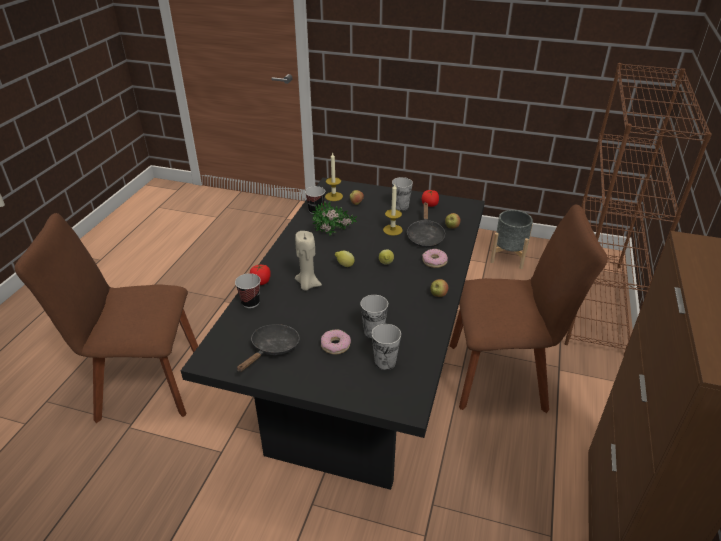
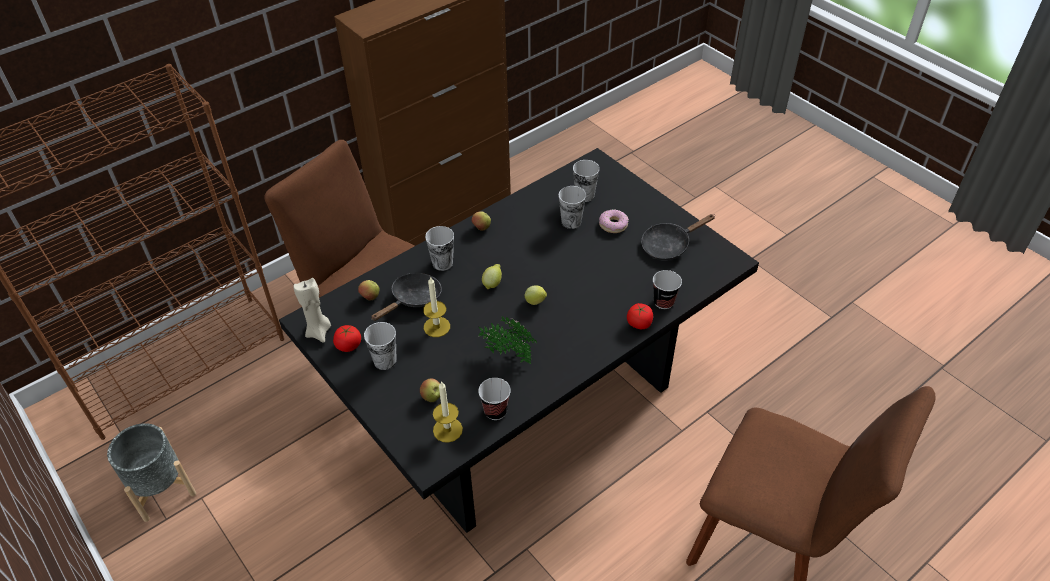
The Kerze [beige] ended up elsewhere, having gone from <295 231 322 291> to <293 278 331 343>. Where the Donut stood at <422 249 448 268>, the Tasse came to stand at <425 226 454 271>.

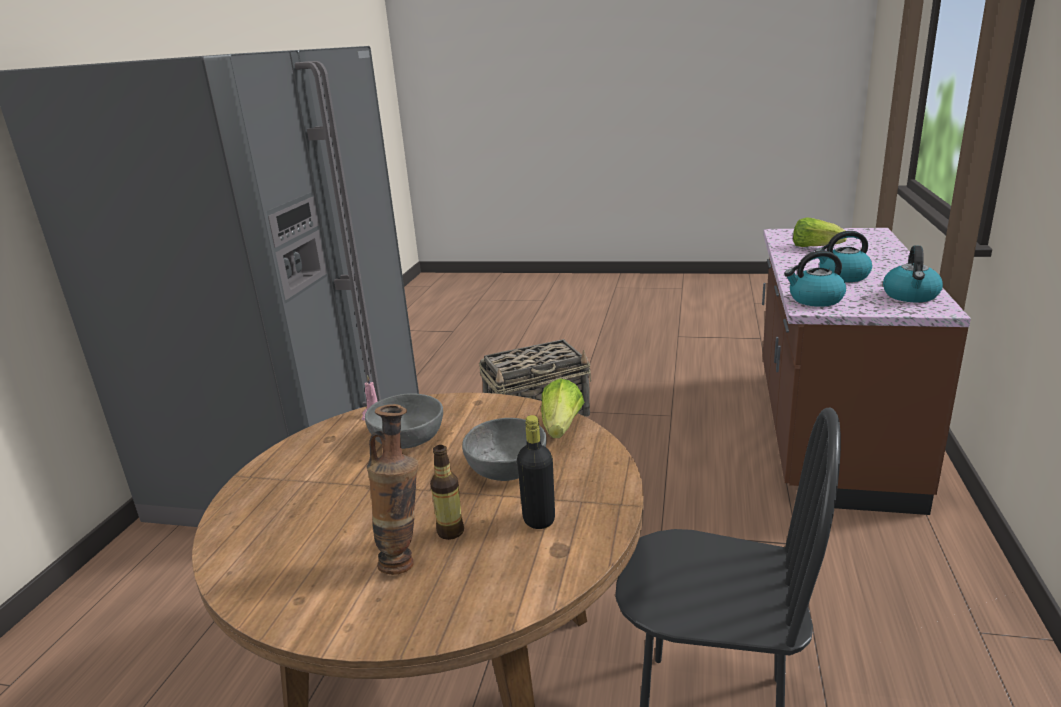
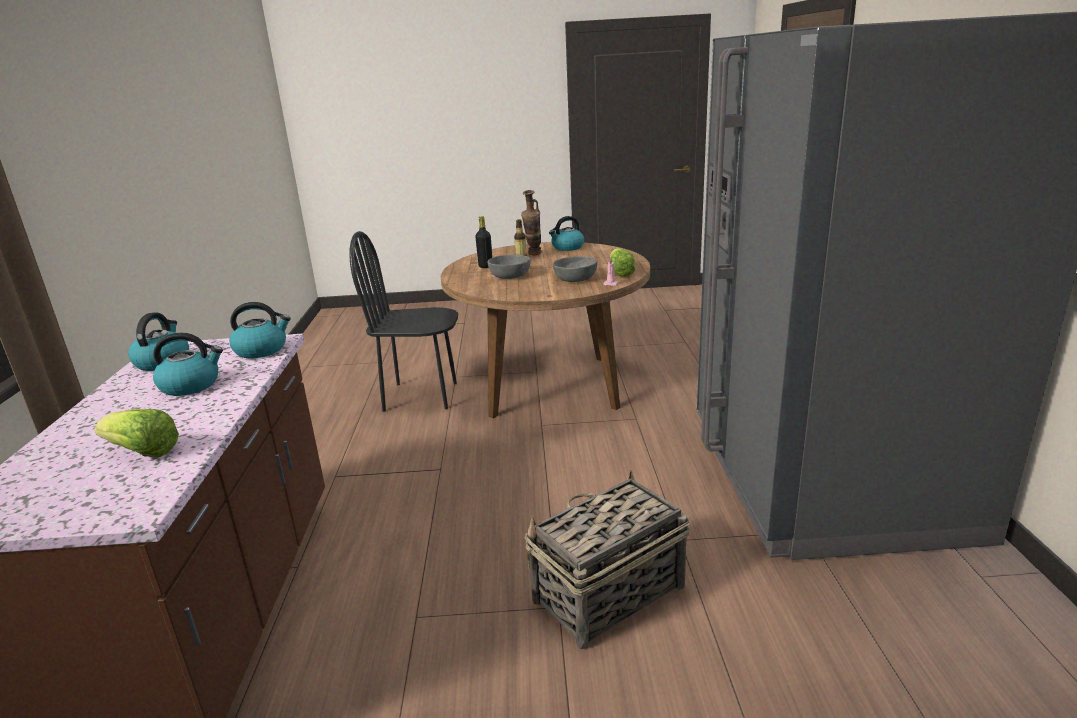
The second view gained the Wasserkessel at <549 216 584 251>. The Salatkopf ended up elsewhere, having gone from <541 378 584 438> to <610 248 635 277>.

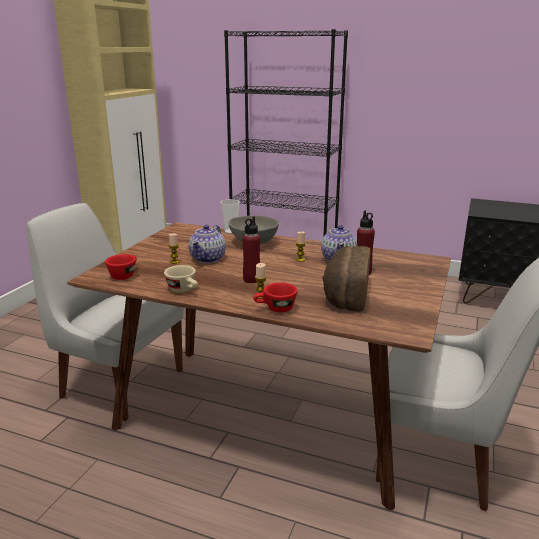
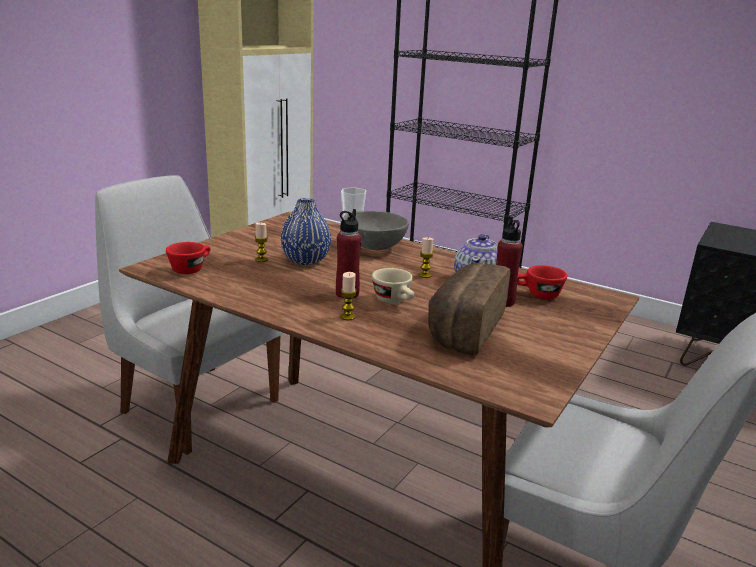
The Tasse [beige] ended up elsewhere, having gone from <164 265 198 292> to <372 268 414 304>. The Tasse [rot] ended up elsewhere, having gone from <253 282 298 313> to <517 265 567 299>. Where the Teekanne stood at <189 225 226 263>, the Vase [blau] came to stand at <281 198 331 265>.

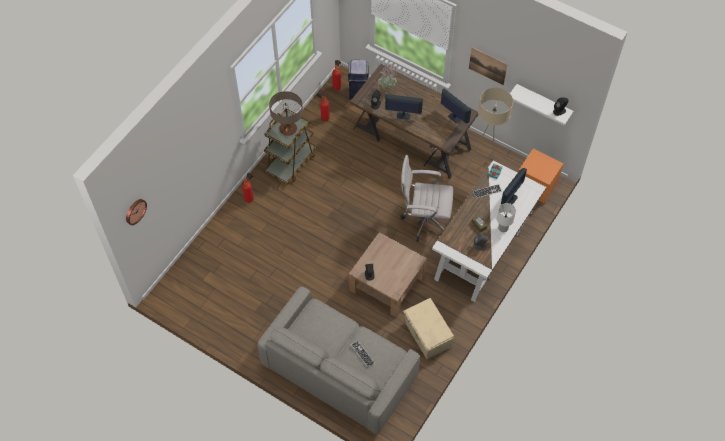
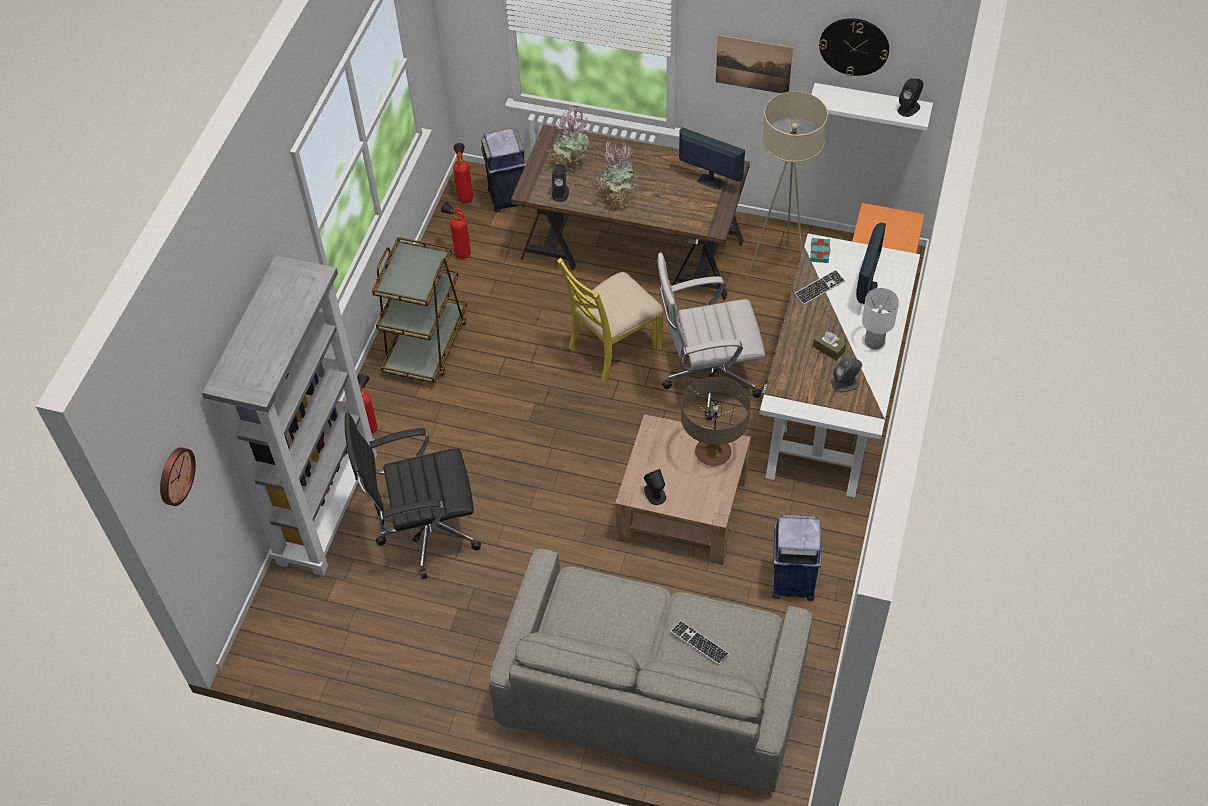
The second view gained the Bücherregal [grau] at <202 255 377 576>. The second view gained the Bürostuhl [schwarz] at <345 413 481 579>. The second view gained the Stuhl [gelb] at <557 258 663 382>. The second view gained the Wanduhr at <819 18 889 76>. The Tischlampe ended up elsewhere, having gone from <269 91 303 136> to <681 377 751 466>. Where the Monitor stood at <385 94 423 120>, the Topfpflanze came to stand at <596 139 638 209>. Where the Aufbewahrungsbox [beige] stood at <403 298 454 359>, the Mülleimer [blau] came to stand at <772 515 821 601>.

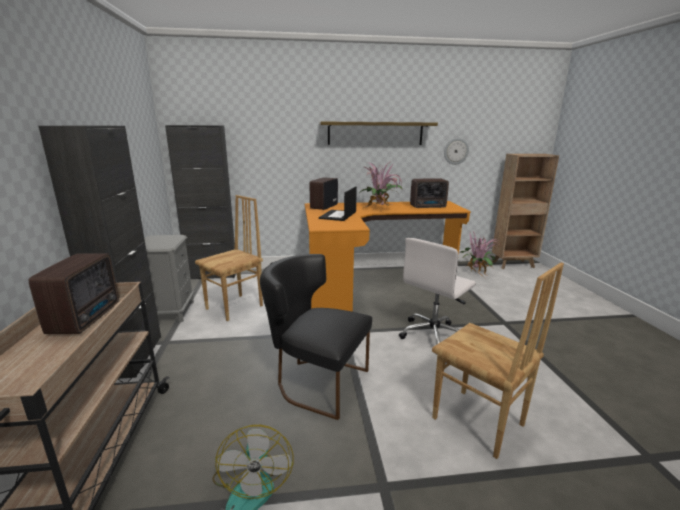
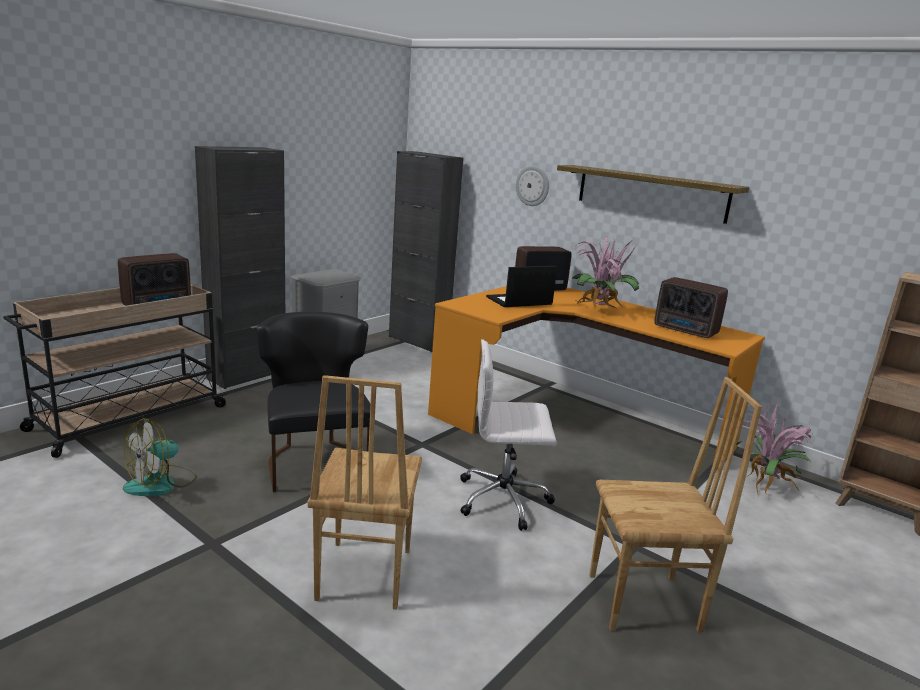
The Stuhl [braun] ended up elsewhere, having gone from <195 195 263 321> to <589 377 762 632>. The Wanduhr ended up elsewhere, having gone from <444 138 469 165> to <516 166 549 206>.

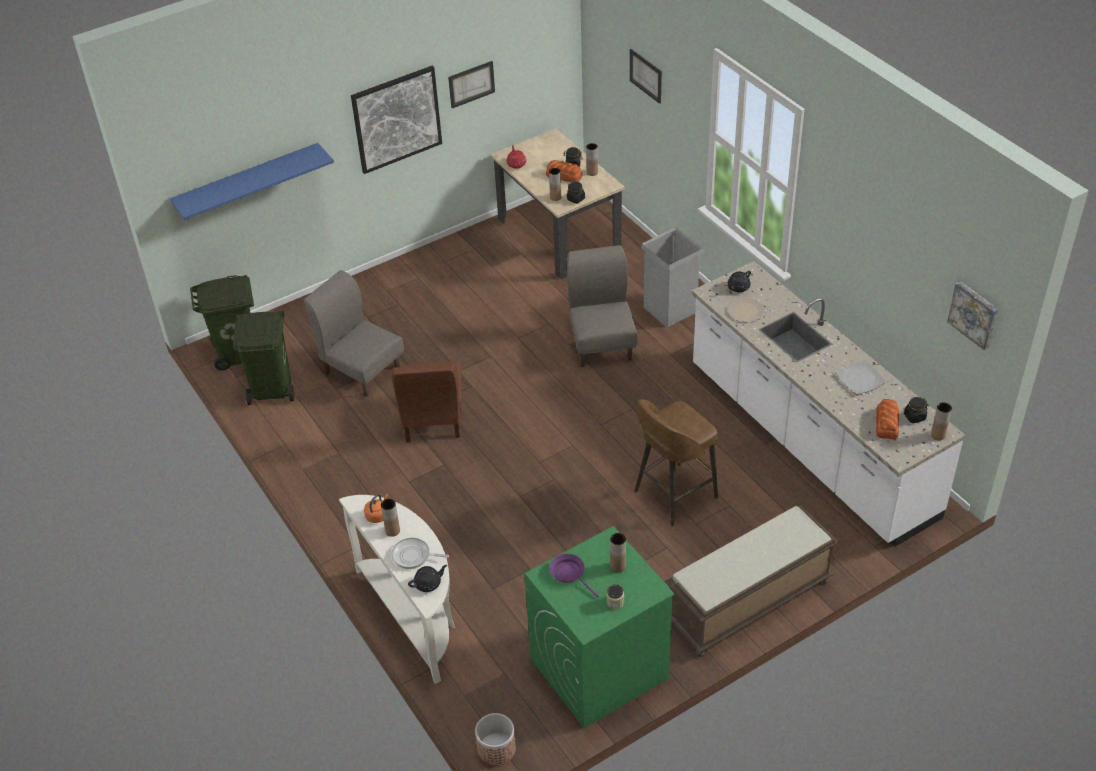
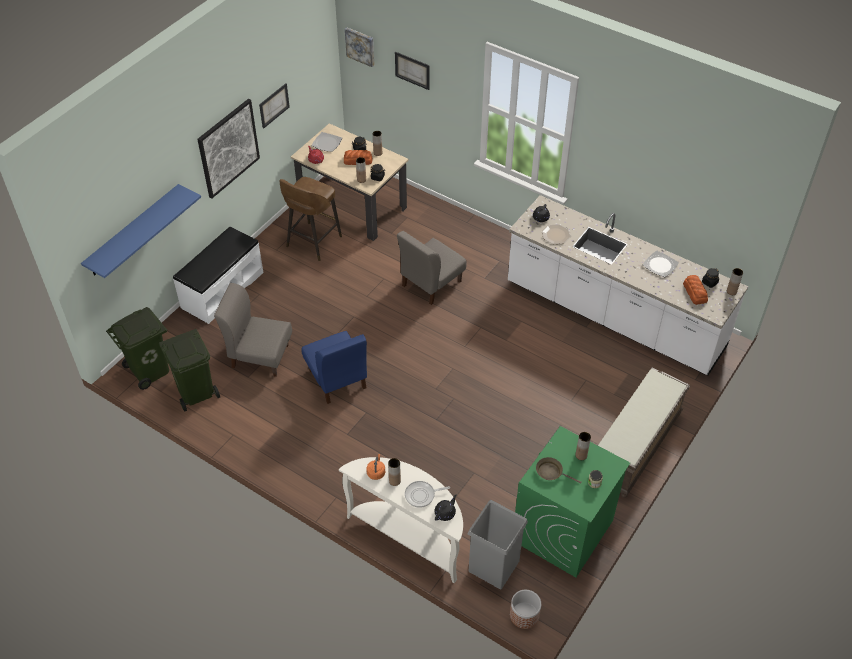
The second view gained the Bank [weiß] at <173 226 263 324>. The second view gained the Teller at <311 132 342 152>. The Hocker [braun] ended up elsewhere, having gone from <634 399 718 526> to <279 177 342 261>. The Mülleimer [grau] ended up elsewhere, having gone from <641 227 703 327> to <468 500 528 589>. The Bild ended up elsewhere, having gone from <947 281 998 350> to <345 27 374 67>. What was the Stuhl [braun] at <392 363 462 443> turned into the Stuhl [blau] at <301 331 367 404>. What was the Pfanne [lila] at <549 554 599 598> turned into the Pfanne [braun] at <536 457 582 484>. The Stuhl [grau] at <567 245 638 367> ended up facing another way, 105 degrees counterclockwise from before.

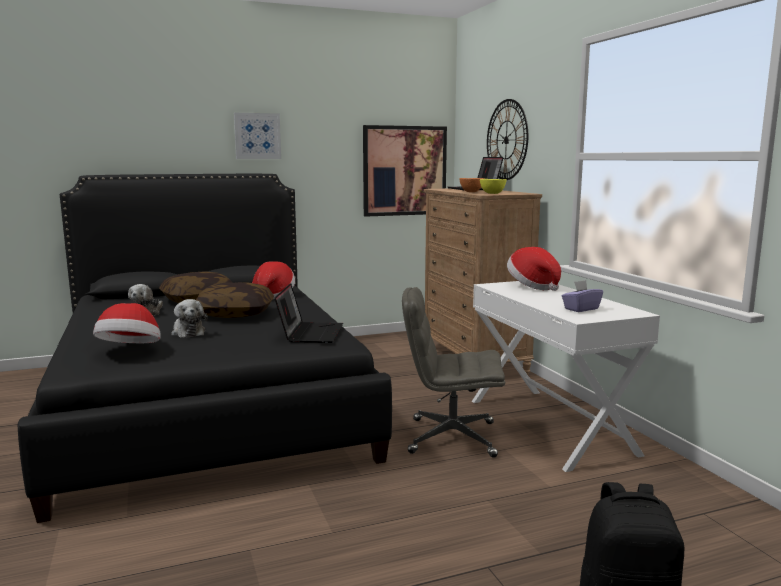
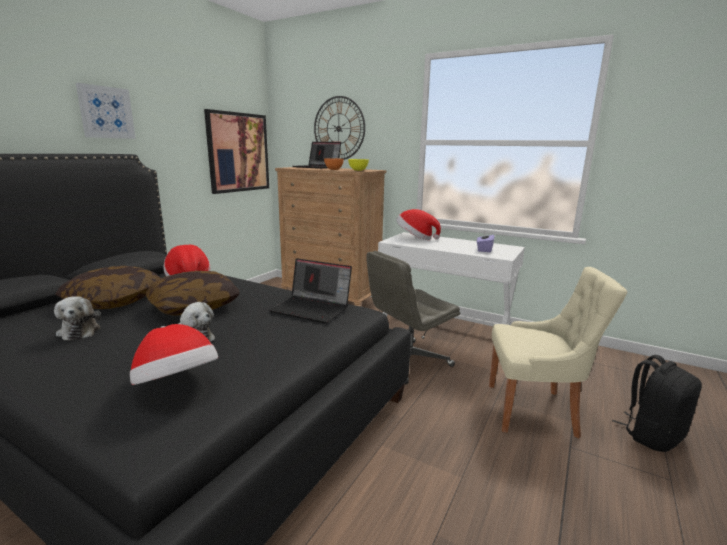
The second view gained the Stuhl [beige] at <489 267 627 439>. The Laptop at <274 283 343 343> ended up facing another way, 150 degrees clockwise from before.

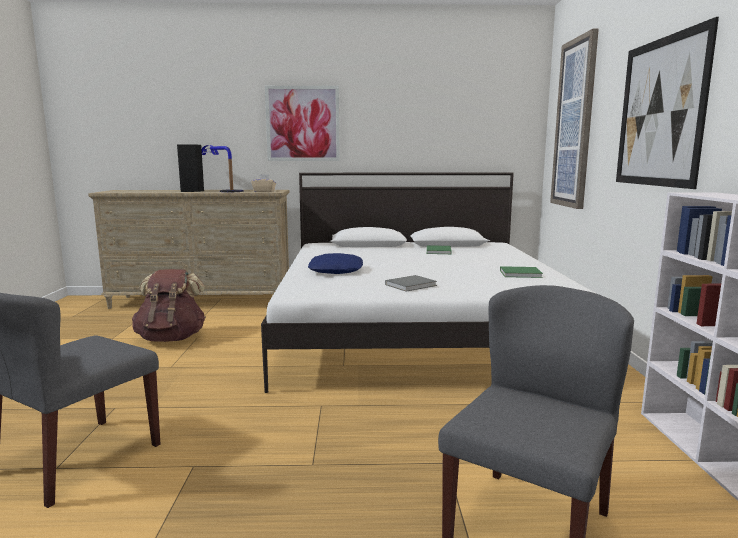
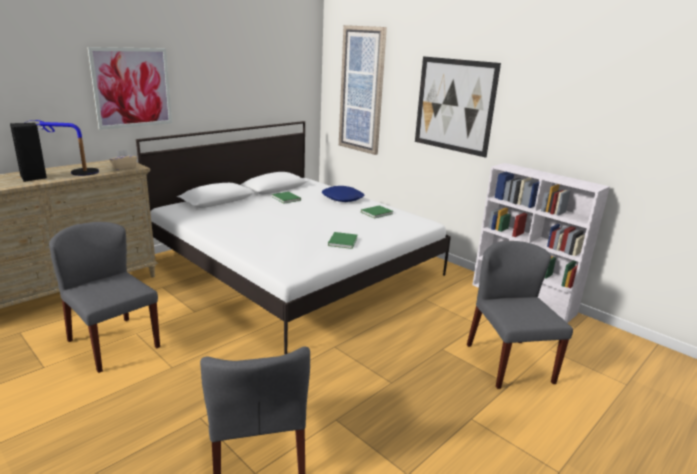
The Kissen [blau] ended up elsewhere, having gone from <308 253 363 274> to <322 186 365 202>. Where the Rucksack [braun] stood at <132 269 206 342>, the Stuhl [grau] came to stand at <49 222 160 373>. What was the Buch [grau] at <385 275 437 292> turned into the Buch [grün] at <328 232 357 249>.

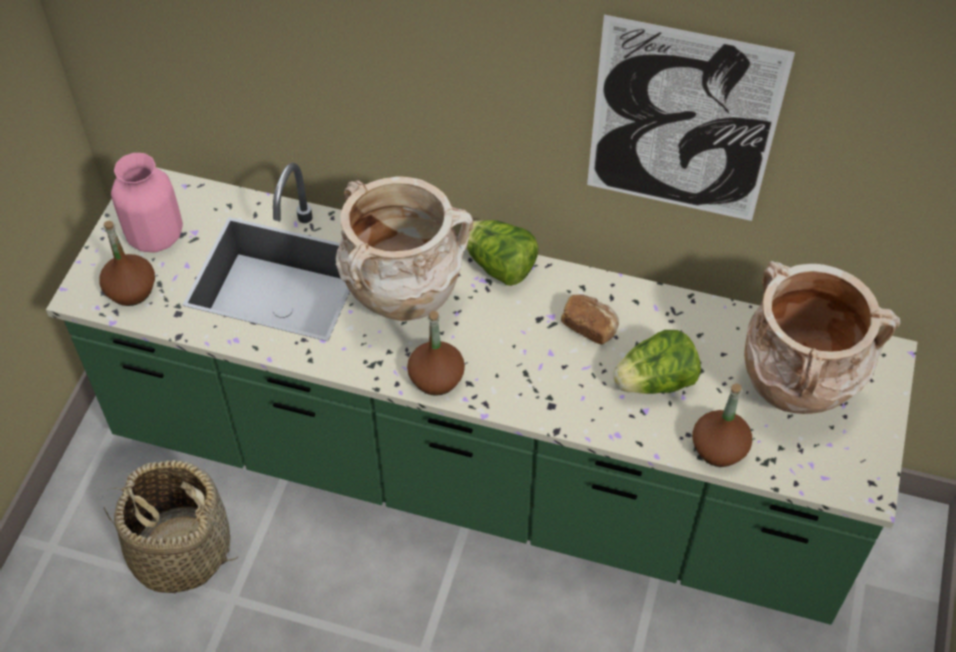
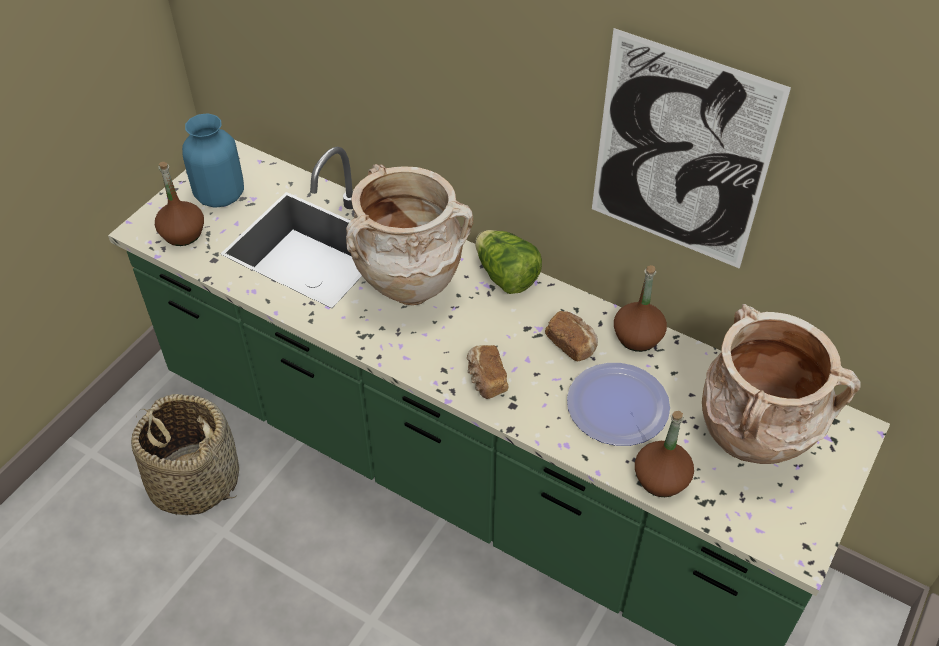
The second view gained the Brot at <467 345 508 399>. The Flasche [braun] ended up elsewhere, having gone from <407 311 465 396> to <614 265 667 352>. Where the Salatkopf stood at <613 330 701 394>, the Teller came to stand at <567 363 670 446>. What was the Vase [rosa] at <111 153 183 252> turned into the Vase [blau] at <182 113 244 208>.

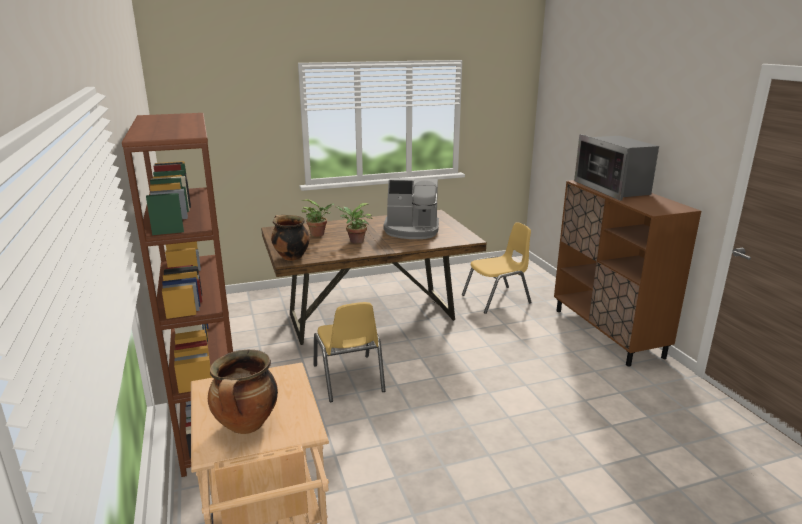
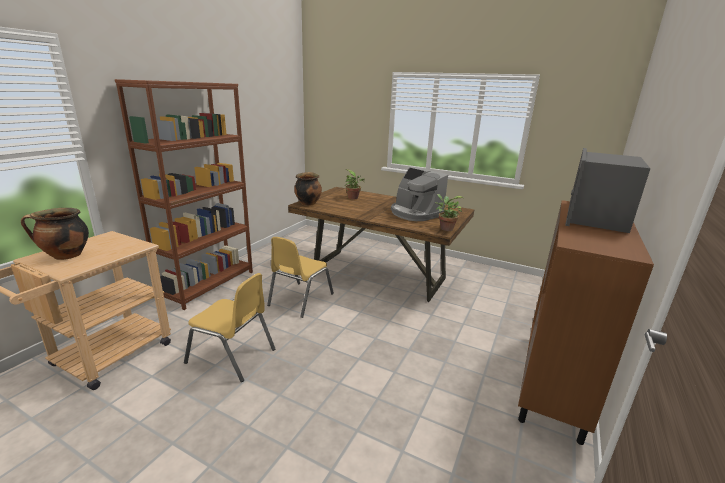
The Topfpflanze ended up elsewhere, having gone from <337 203 373 244> to <435 194 463 231>. The Stuhl [gelb] ended up elsewhere, having gone from <462 222 531 314> to <184 273 275 382>.

